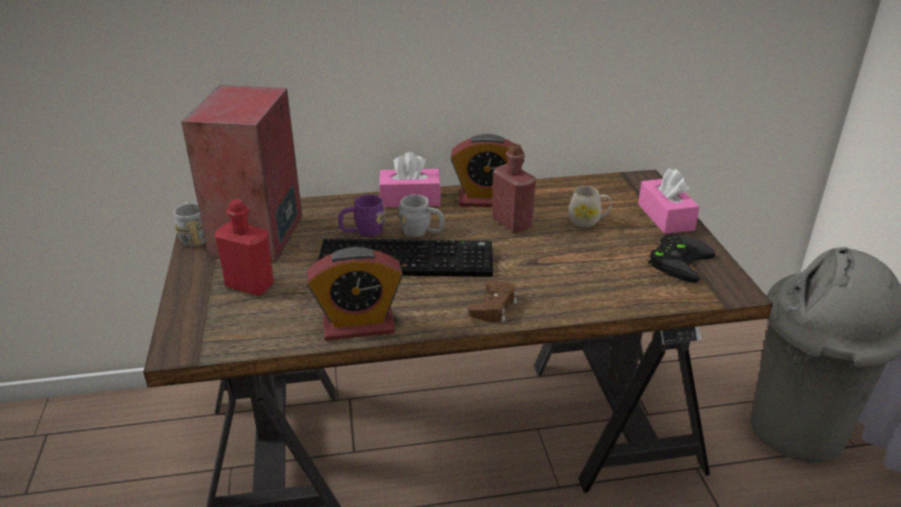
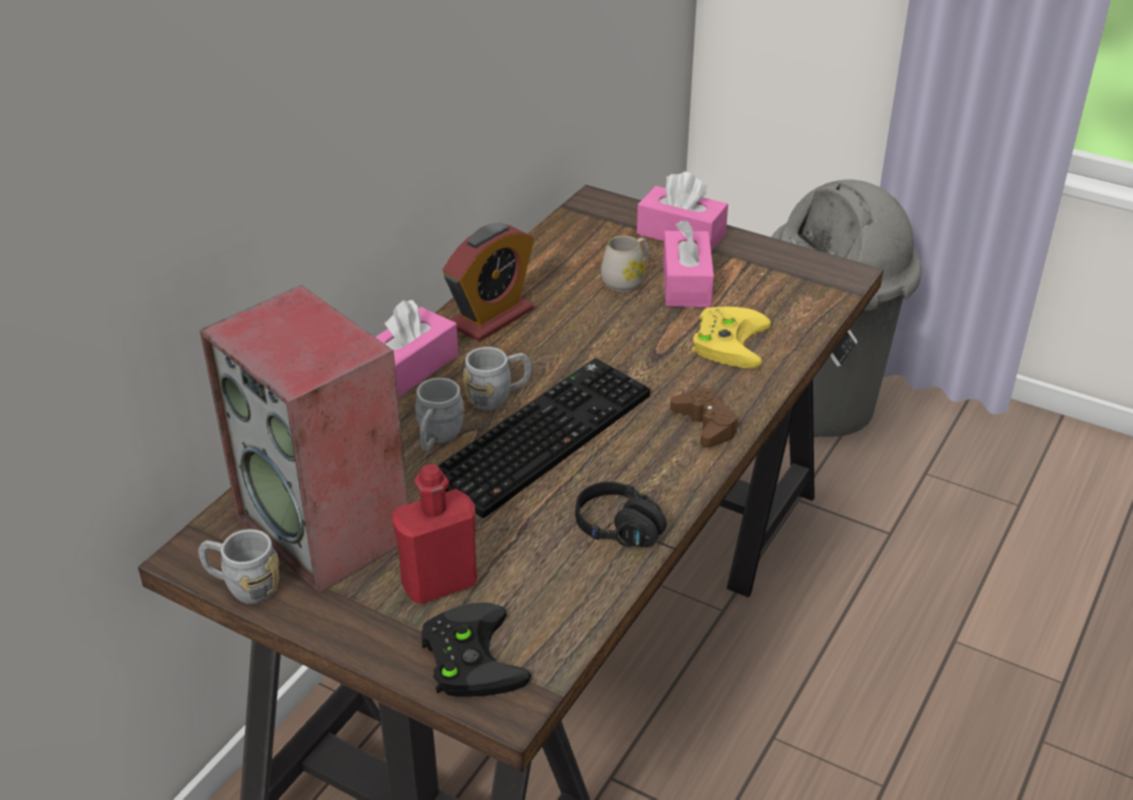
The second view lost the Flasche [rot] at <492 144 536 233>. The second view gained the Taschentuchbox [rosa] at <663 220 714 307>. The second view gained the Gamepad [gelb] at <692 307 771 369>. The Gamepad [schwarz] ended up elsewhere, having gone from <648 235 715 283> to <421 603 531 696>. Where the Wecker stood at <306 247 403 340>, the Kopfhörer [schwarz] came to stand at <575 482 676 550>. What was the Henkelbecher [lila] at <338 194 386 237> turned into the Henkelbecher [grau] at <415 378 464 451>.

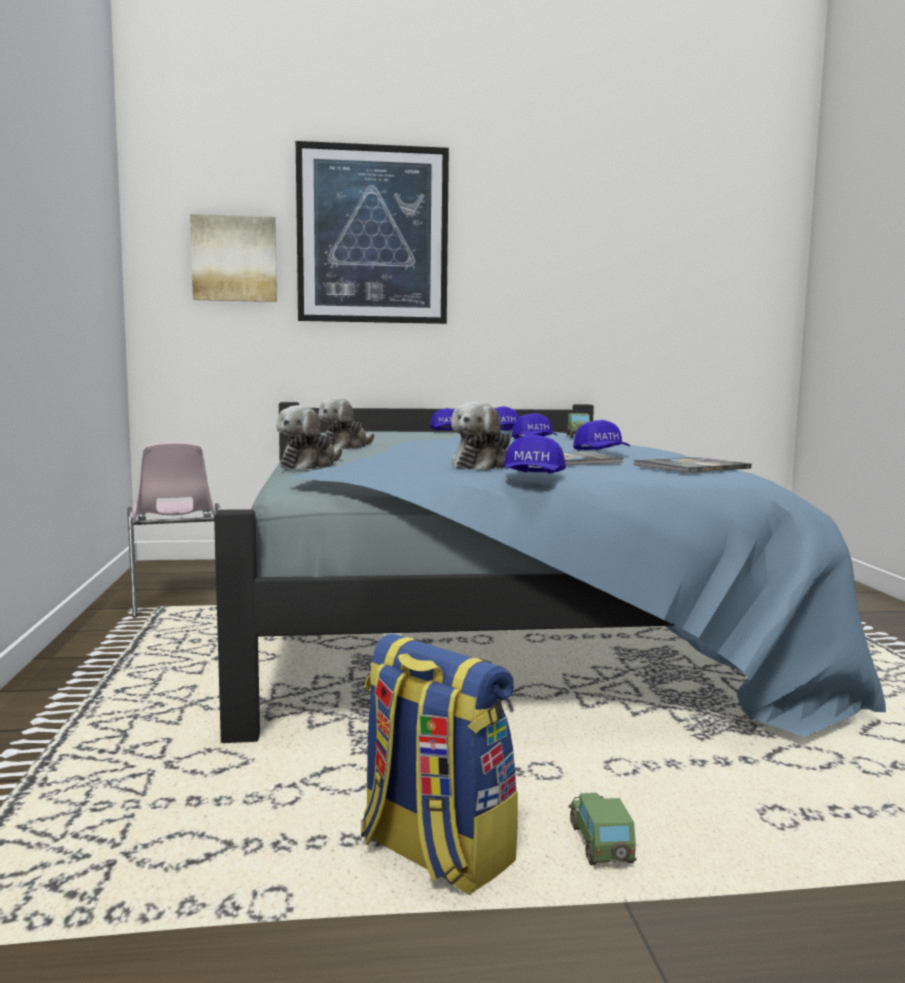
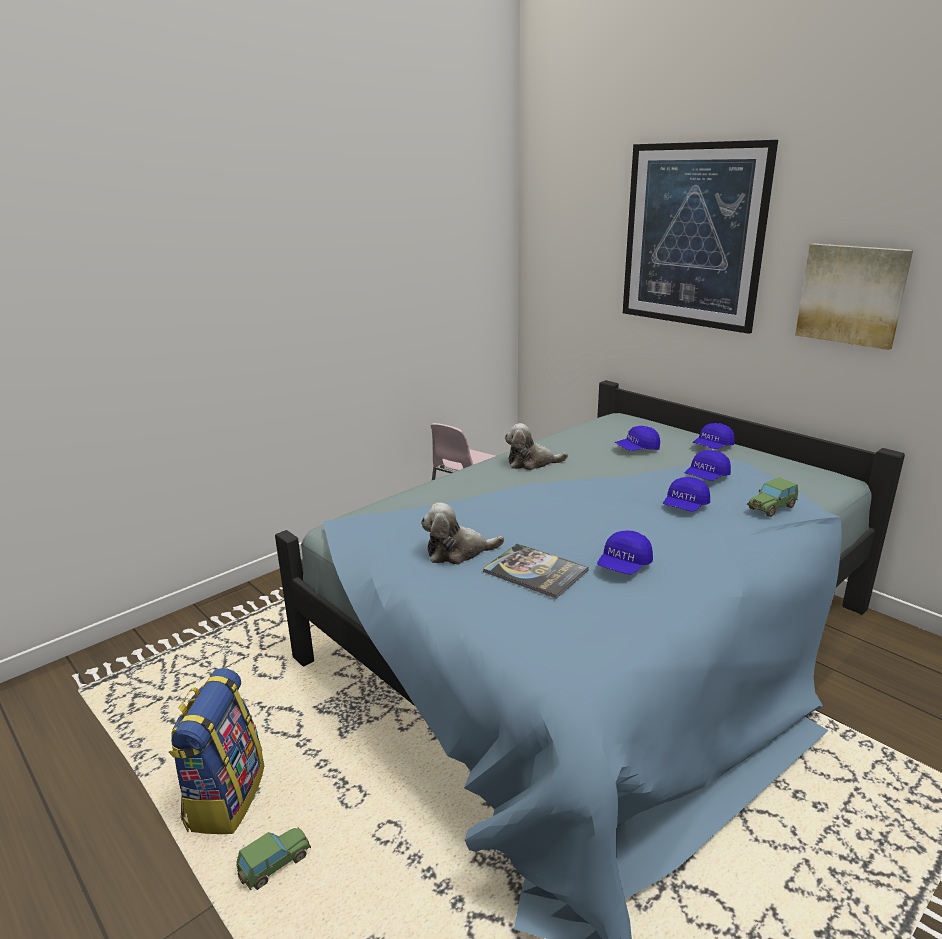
The second view lost the Plüschtier at <276 405 342 470>. The second view lost the Buch at <633 457 752 473>. The Bild ended up elsewhere, having gone from <190 214 277 302> to <795 244 913 350>. The Kappe [blau] ended up elsewhere, having gone from <504 434 566 473> to <615 426 660 451>.

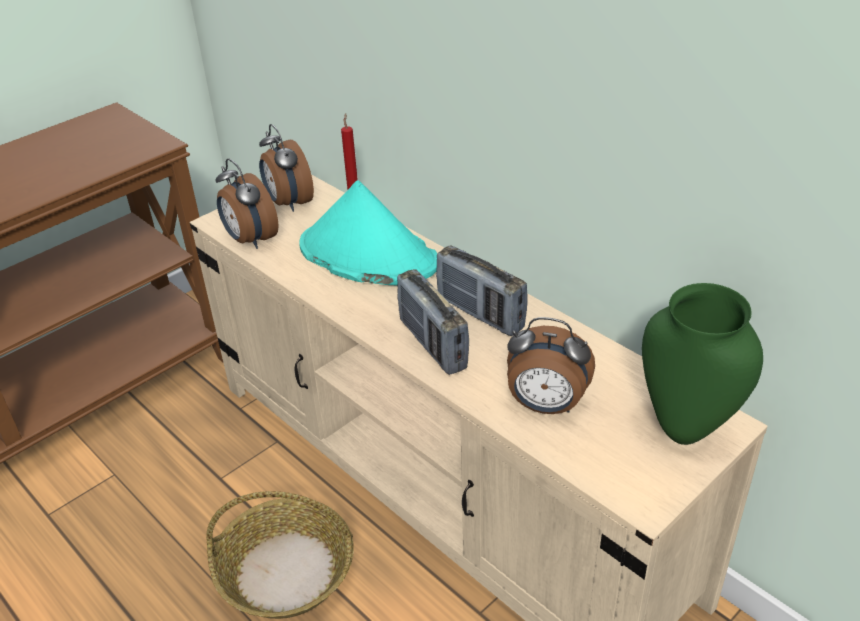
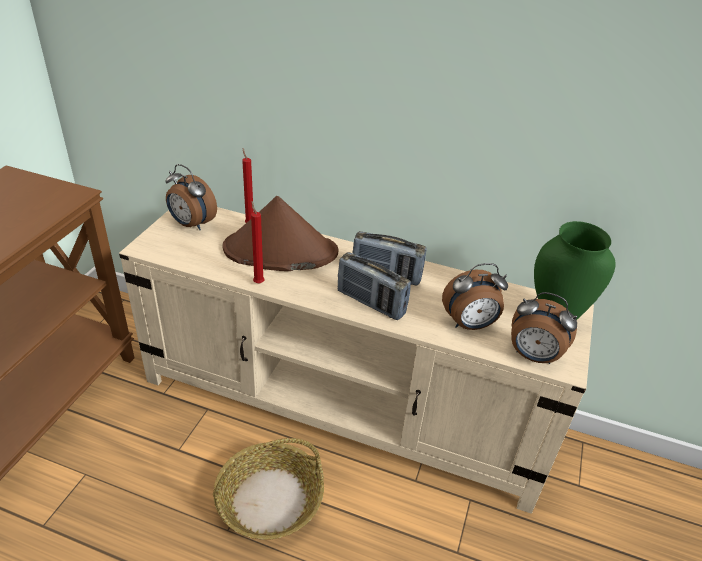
The second view gained the Kerze [rot] at <251 201 265 284>. The Wecker ended up elsewhere, having gone from <216 158 279 249> to <511 292 577 364>. What was the Hut [türkis] at <299 180 437 285> turned into the Hut [braun] at <222 196 338 271>.

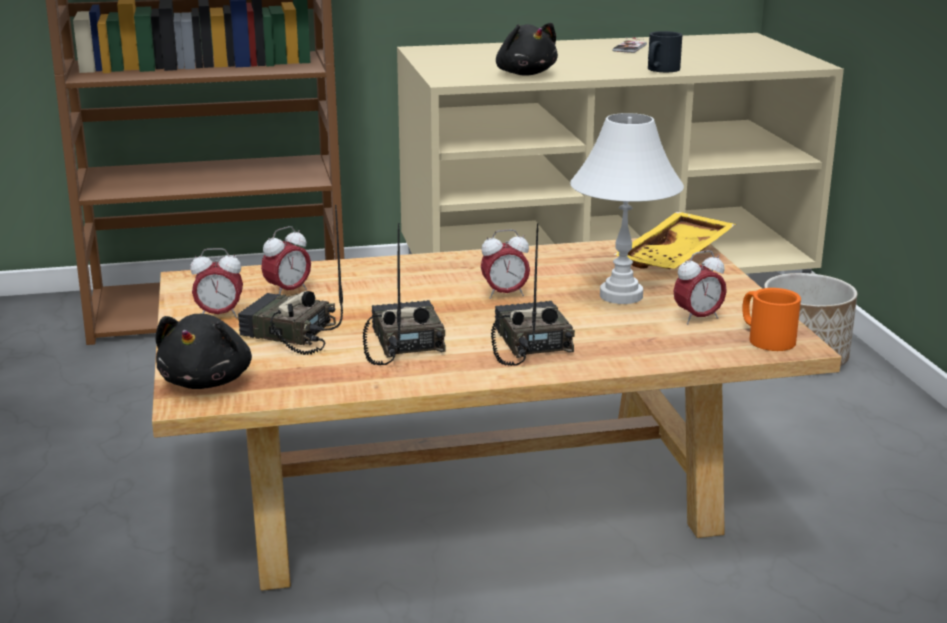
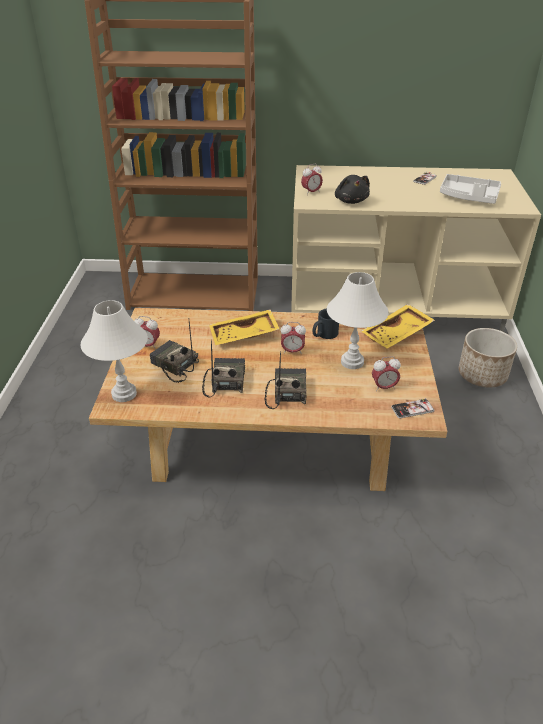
The second view gained the Tablett [gelb] at <209 309 279 345>. The second view gained the Tablett [grau] at <440 174 501 204>. The Wecker ended up elsewhere, having gone from <261 226 311 294> to <301 164 323 194>. The Henkelbecher [schwarz] ended up elsewhere, having gone from <648 31 682 72> to <313 309 339 339>. Where the Plüschtier [schwarz] stood at <156 314 252 389>, the Tischlampe [weiß] came to stand at <81 300 148 402>. Where the Henkelbecher [orange] stood at <742 288 801 351>, the Handy came to stand at <391 398 435 418>.

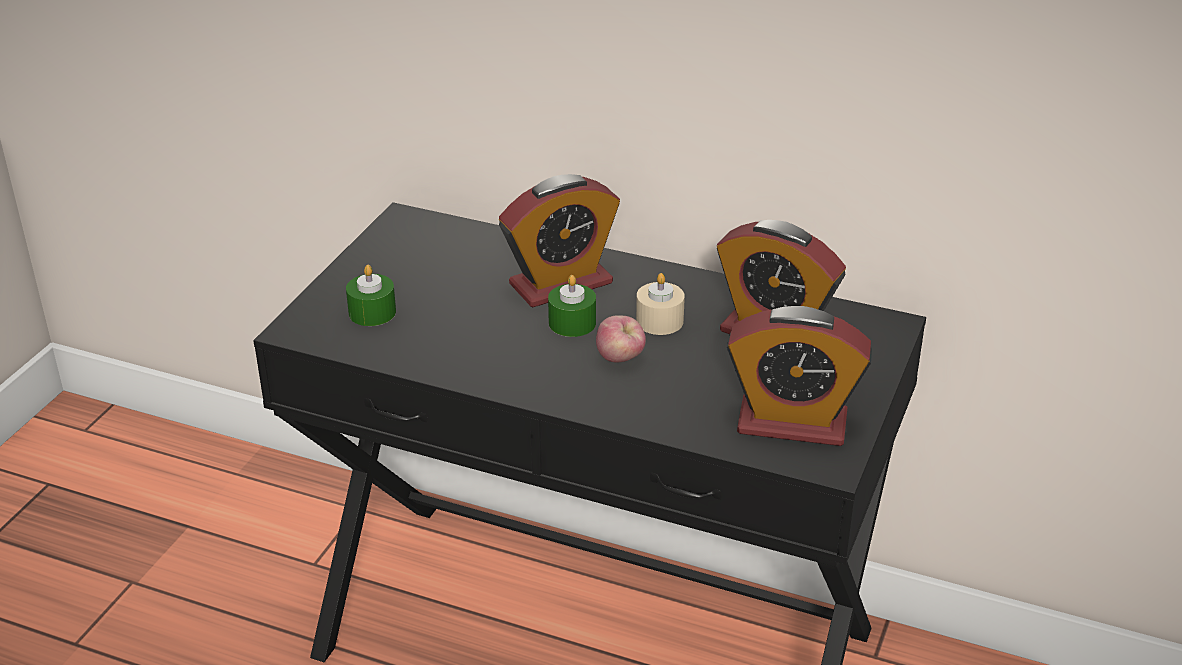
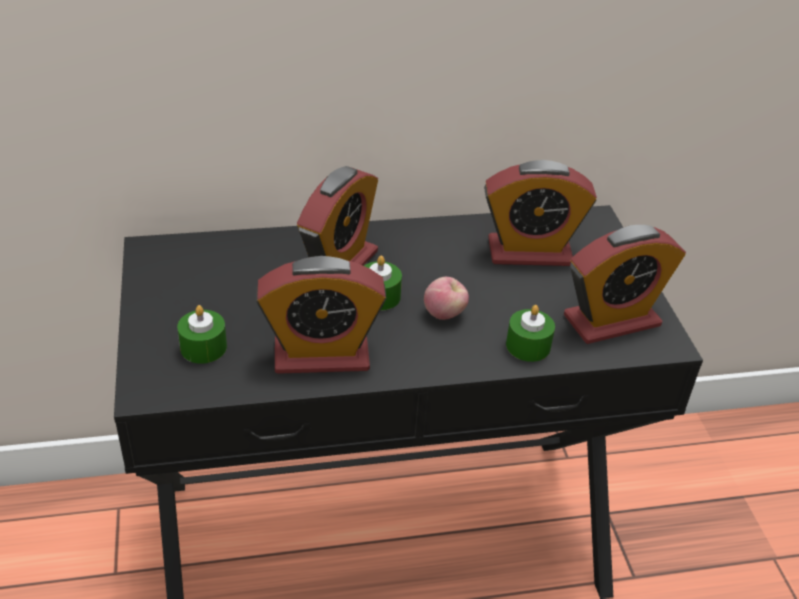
The second view lost the Kerze [beige] at <636 273 685 335>. The second view gained the Wecker at <256 256 387 374>. The second view gained the Kerze [grün] at <506 305 555 362>.

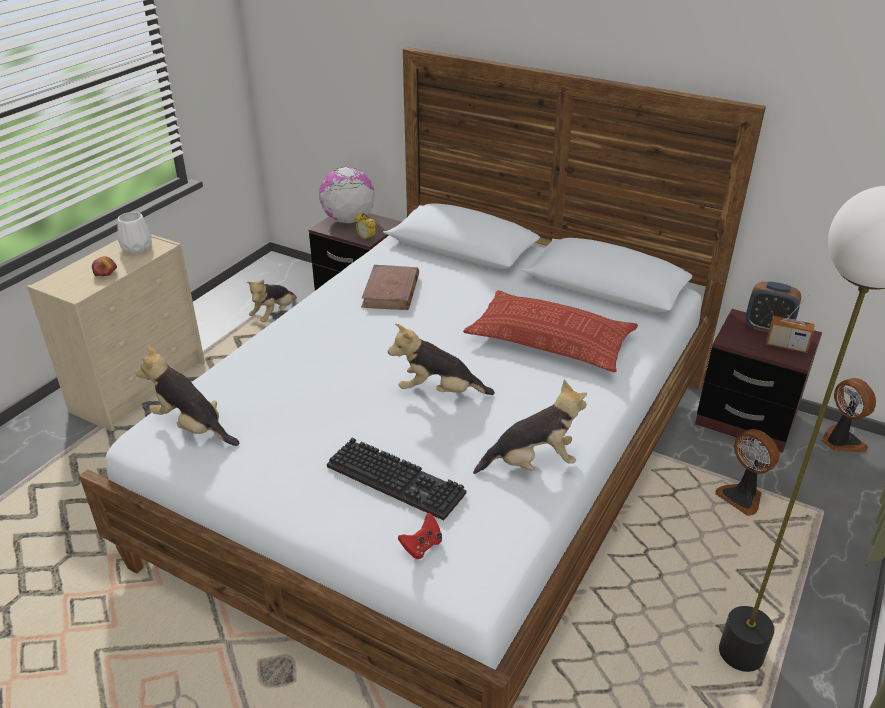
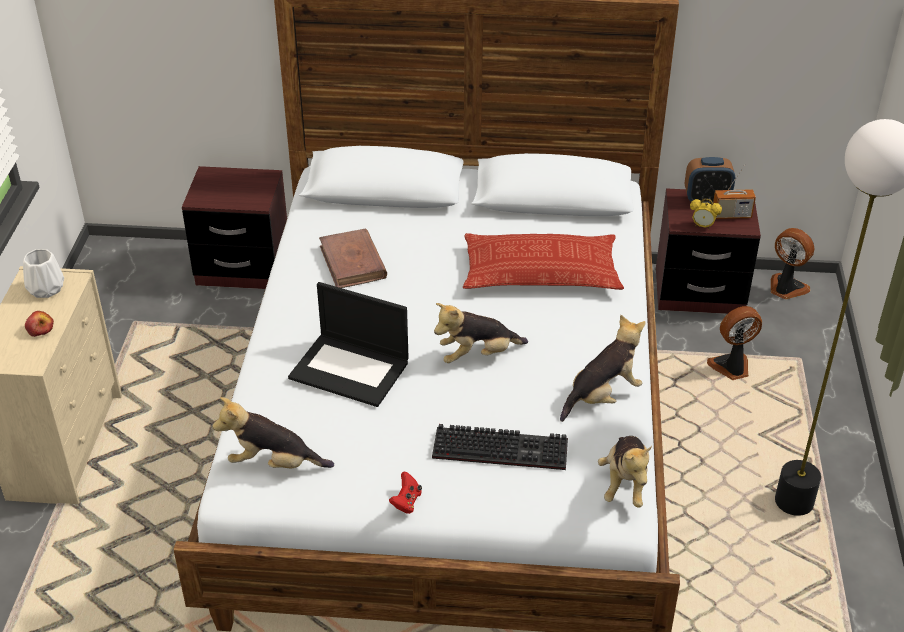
The second view lost the Globus at <319 167 375 224>. The second view gained the Laptop at <288 282 409 407>. The Plüschtier ended up elsewhere, having gone from <247 279 297 322> to <598 436 652 508>. The Wecker ended up elsewhere, having gone from <355 213 376 242> to <690 198 722 229>. The Gamepad [rot] ended up elsewhere, having gone from <398 513 442 559> to <389 472 422 514>. The Ventilator at <715 429 779 515> ended up facing another way, 135 degrees clockwise from before.

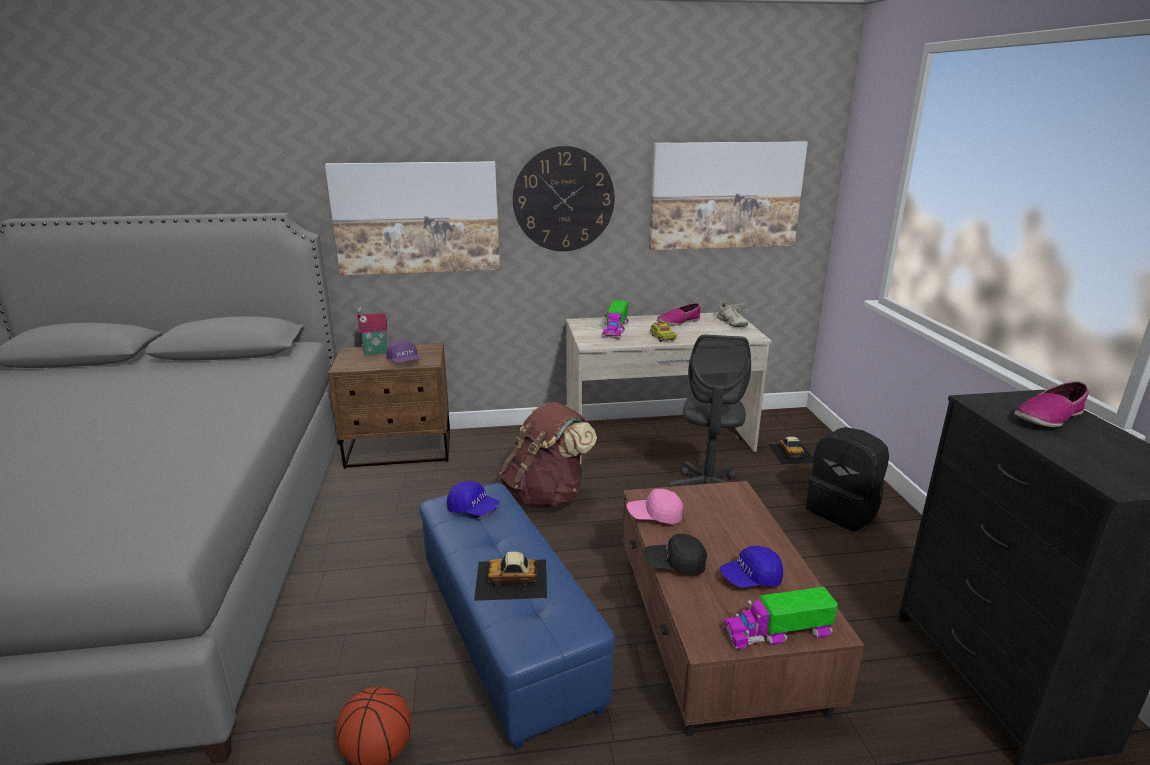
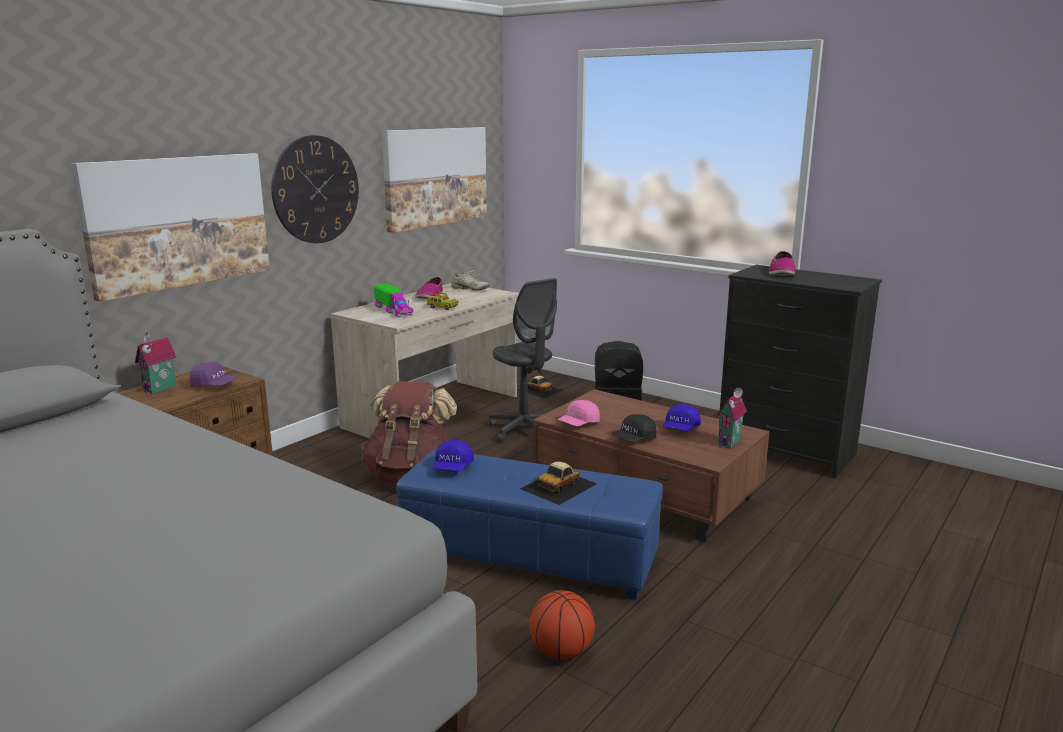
Where the Spielzeuglaster stood at <723 587 838 649>, the Spielzeughaus came to stand at <716 388 747 449>. The Kappe [blau] at <447 481 500 516> ended up facing another way, 120 degrees clockwise from before.

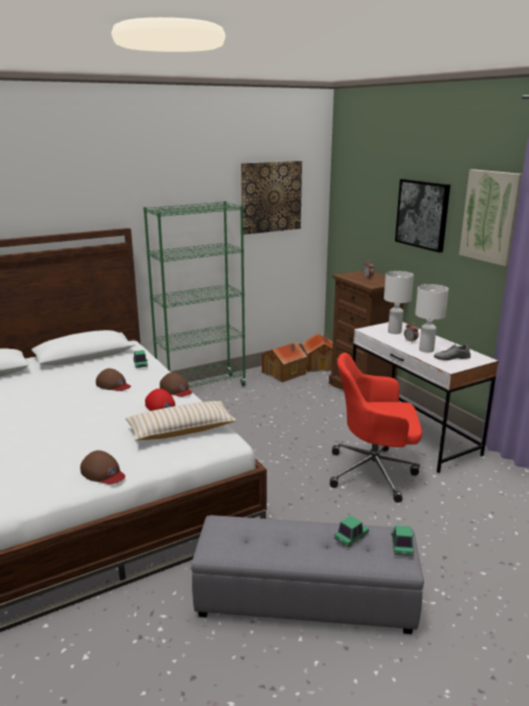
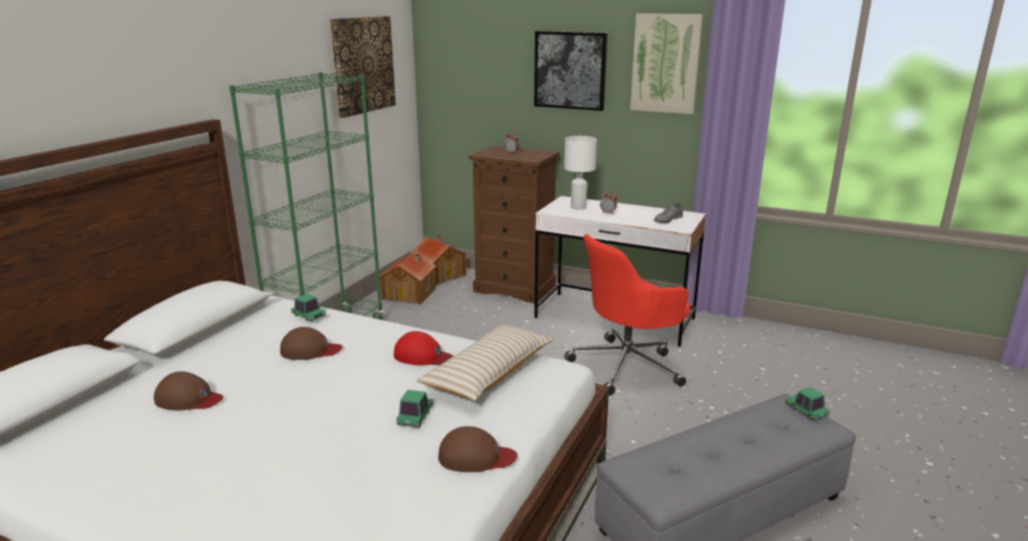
The second view lost the Tischlampe [weiß] at <415 284 449 353>. The Kappe [braun] ended up elsewhere, having gone from <160 372 192 397> to <154 371 223 410>. The Spielzeugauto ended up elsewhere, having gone from <334 515 369 547> to <396 390 433 428>.

